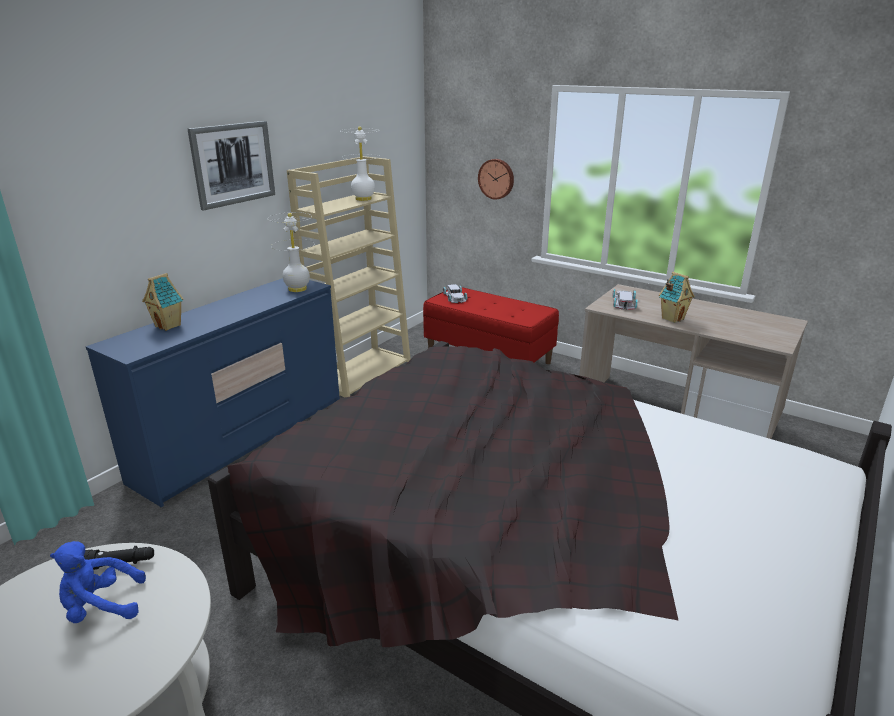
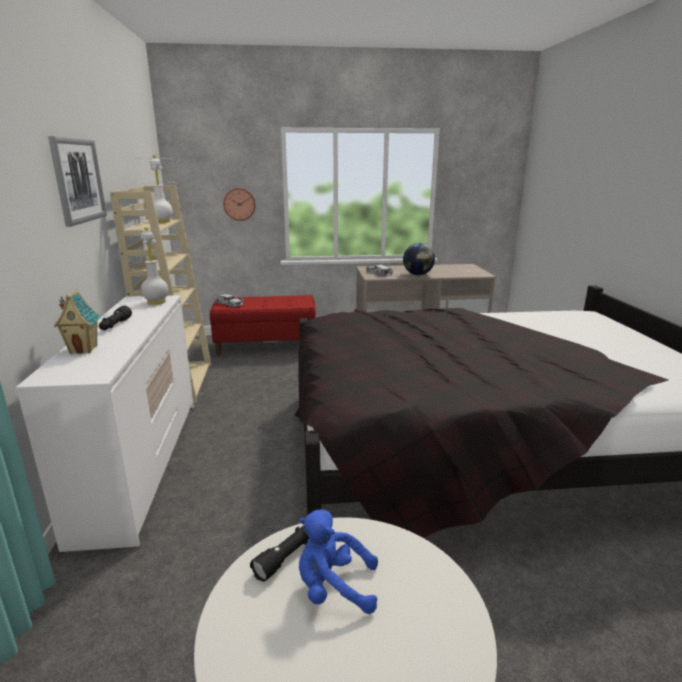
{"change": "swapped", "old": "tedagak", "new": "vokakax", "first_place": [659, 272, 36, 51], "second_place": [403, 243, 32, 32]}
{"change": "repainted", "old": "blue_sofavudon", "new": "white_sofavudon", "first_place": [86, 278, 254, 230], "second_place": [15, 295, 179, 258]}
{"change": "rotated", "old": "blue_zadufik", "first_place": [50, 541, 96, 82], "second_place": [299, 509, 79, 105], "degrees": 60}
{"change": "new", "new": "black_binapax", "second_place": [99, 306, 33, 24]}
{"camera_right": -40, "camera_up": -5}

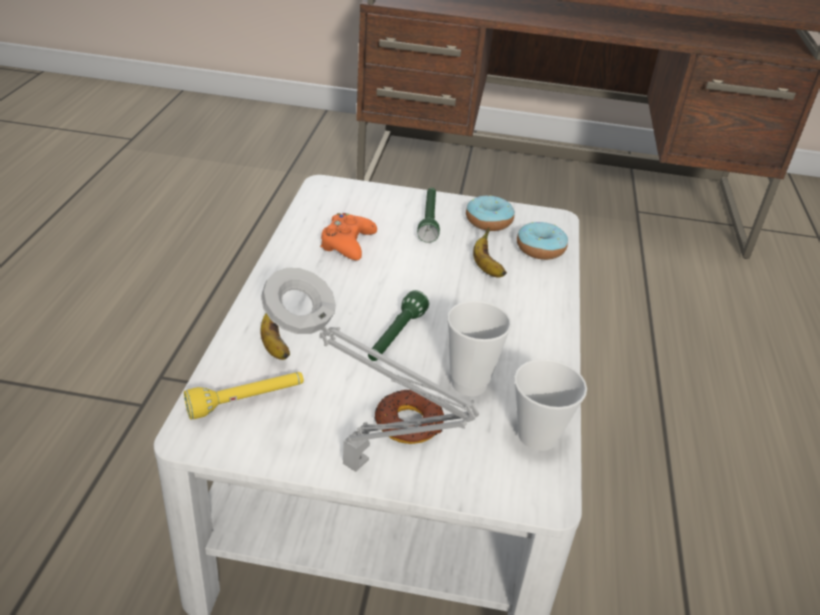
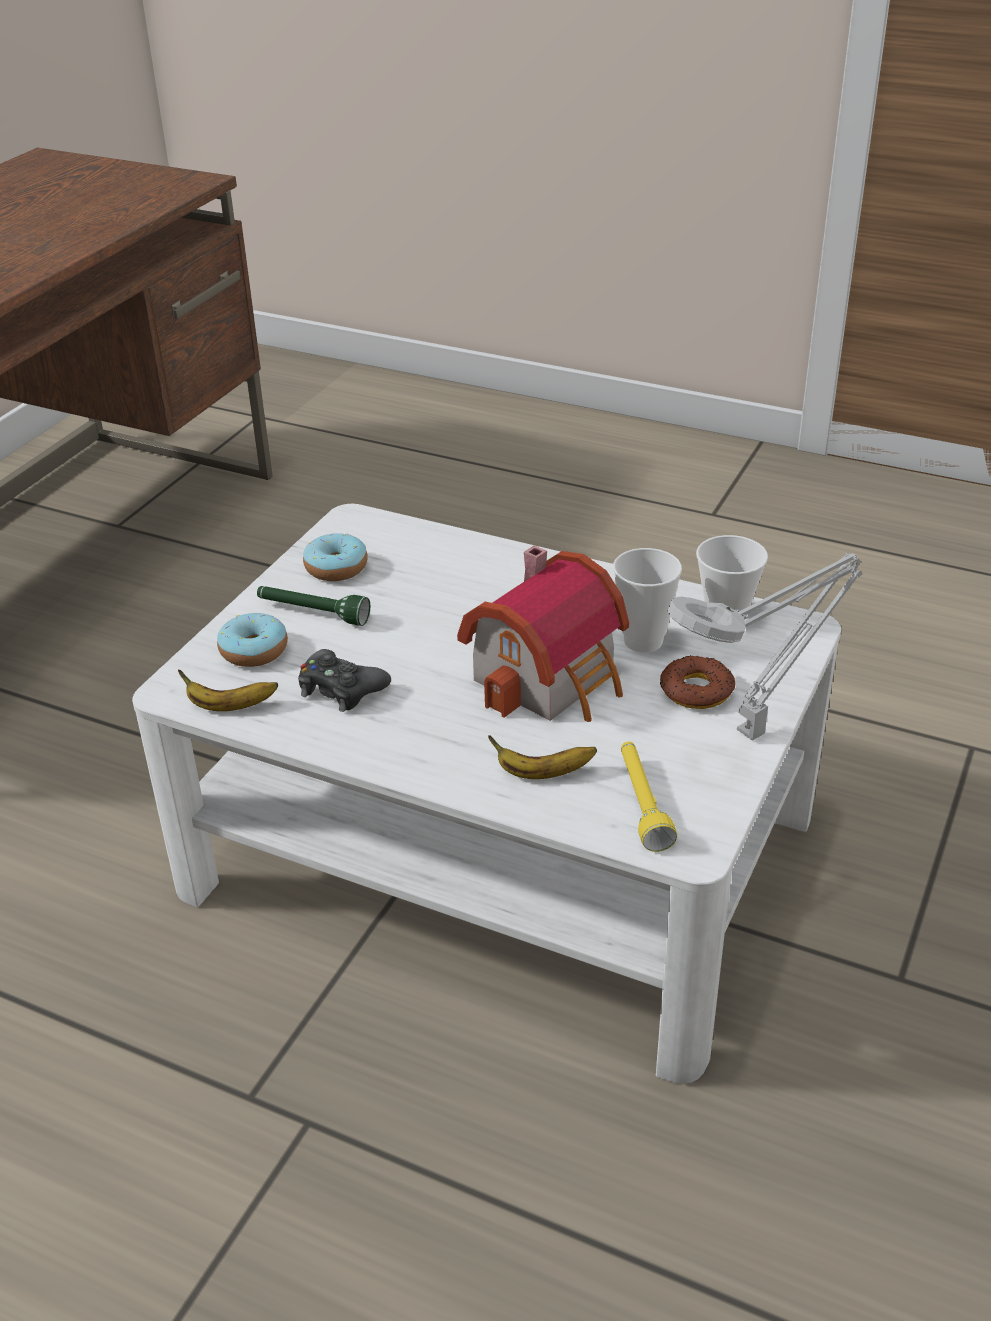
{"change": "repainted", "old": "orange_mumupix", "new": "black_mumupix", "first_place": [320, 213, 57, 47], "second_place": [298, 649, 93, 63]}
{"change": "shifted", "old": "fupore", "first_place": [517, 222, 51, 38], "second_place": [217, 613, 71, 54]}
{"change": "shifted", "old": "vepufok", "first_place": [473, 227, 34, 51], "second_place": [178, 670, 100, 41]}
{"change": "swapped", "old": "green_binapax", "new": "tedagak", "first_place": [368, 290, 61, 71], "second_place": [457, 545, 172, 177]}
{"camera_right": -70, "camera_up": 0}

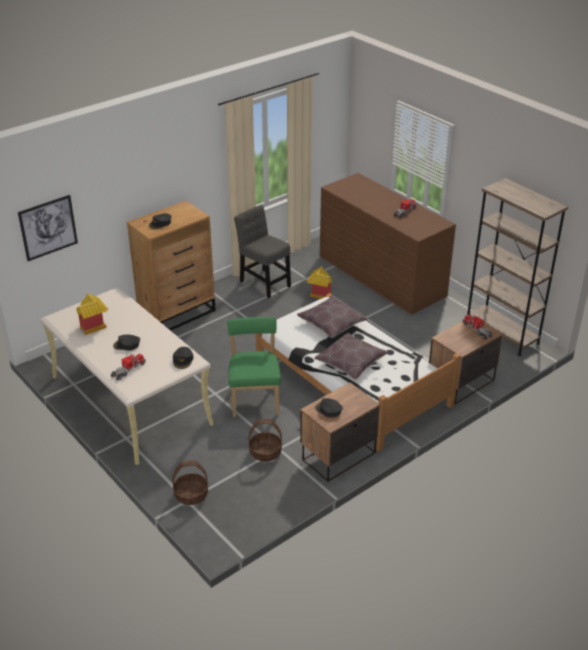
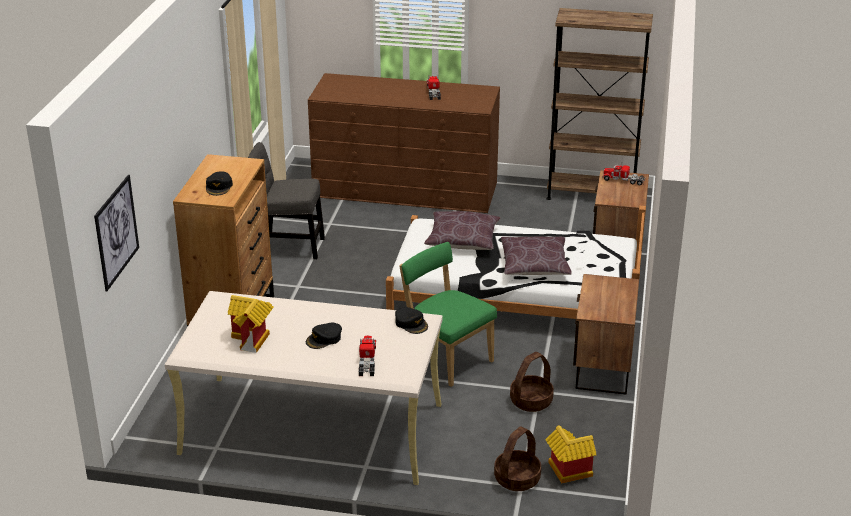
{"change": "shifted", "old": "tedagak", "first_place": [307, 266, 25, 33], "second_place": [545, 425, 51, 58]}
{"change": "gone", "old": "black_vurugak", "first_place": [315, 398, 28, 20]}
{"camera_right": -40, "camera_up": -5}

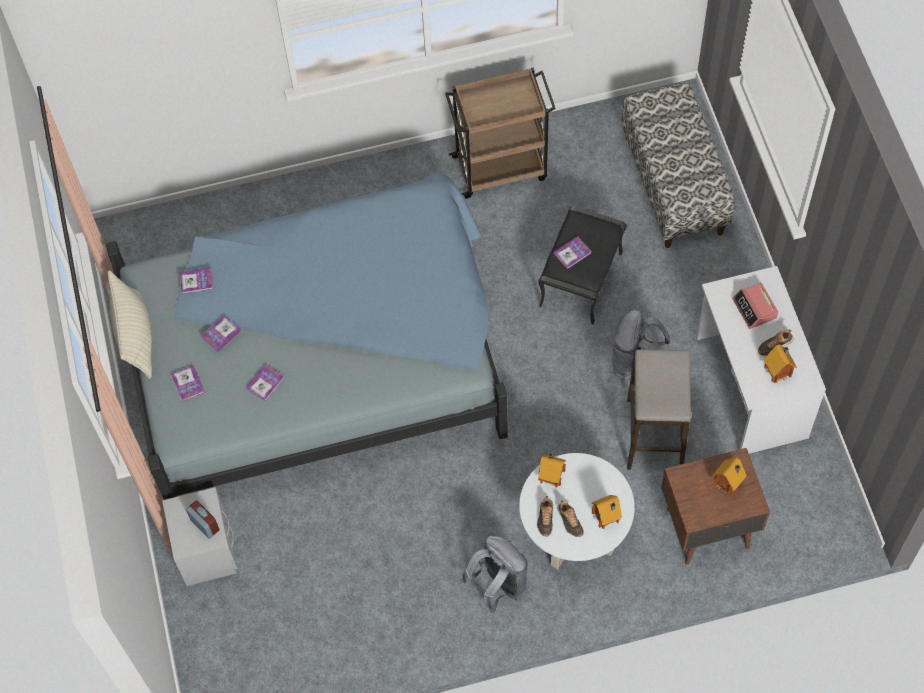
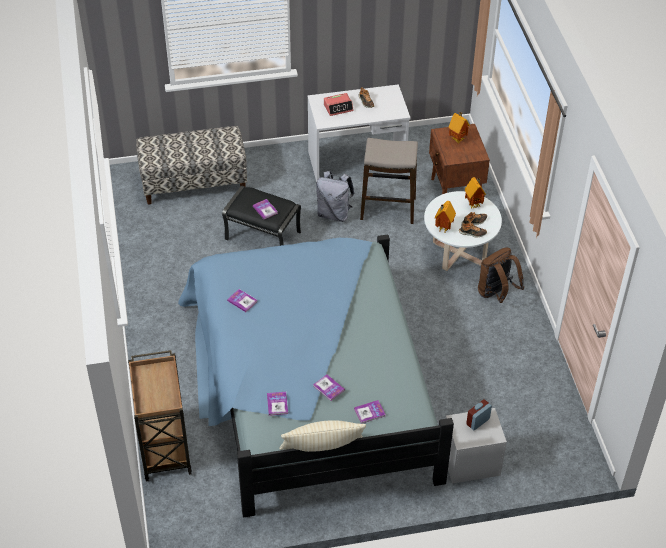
{"change": "shifted", "old": "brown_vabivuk", "first_place": [445, 67, 111, 132], "second_place": [128, 350, 64, 131]}
{"change": "gone", "old": "tedagak", "first_place": [764, 344, 33, 40]}
{"change": "shifted", "old": "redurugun", "first_place": [246, 364, 39, 37], "second_place": [227, 289, 30, 23]}
{"change": "repainted", "old": "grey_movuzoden", "new": "brown_movuzoden", "first_place": [461, 536, 67, 77], "second_place": [478, 248, 46, 55]}
{"camera_right": -90, "camera_up": -15}

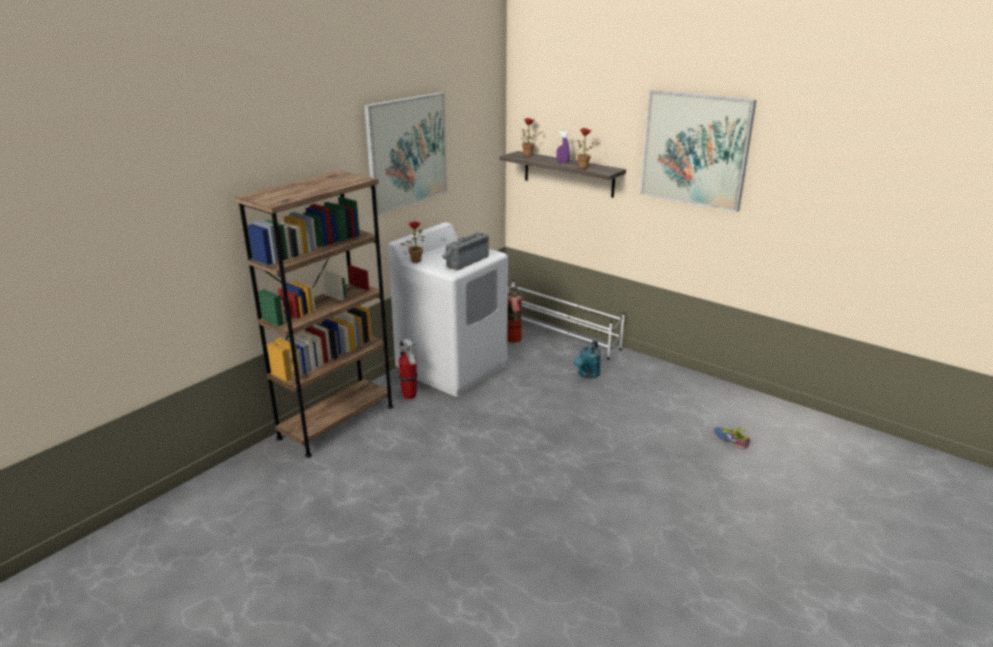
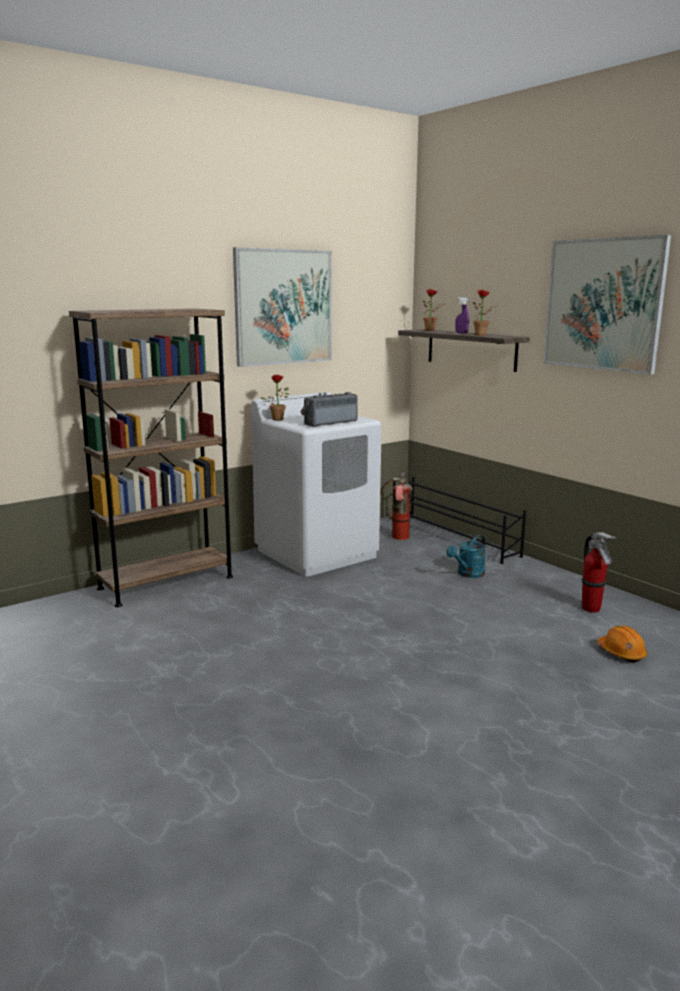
{"change": "repainted", "old": "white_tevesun", "new": "black_tevesun", "first_place": [508, 280, 117, 80], "second_place": [392, 476, 134, 88]}
{"change": "shifted", "old": "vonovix", "first_place": [398, 339, 20, 60], "second_place": [582, 532, 34, 80]}
{"change": "swapped", "old": "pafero", "new": "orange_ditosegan", "first_place": [714, 427, 36, 22], "second_place": [597, 626, 50, 36]}
{"camera_right": 15, "camera_up": -10}

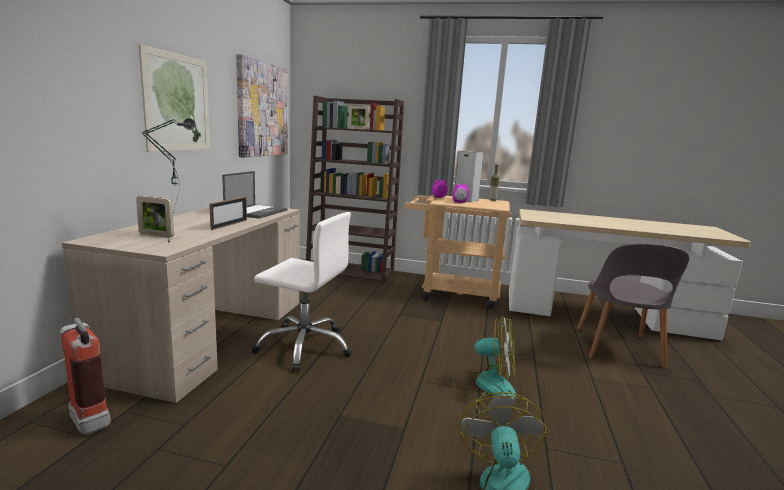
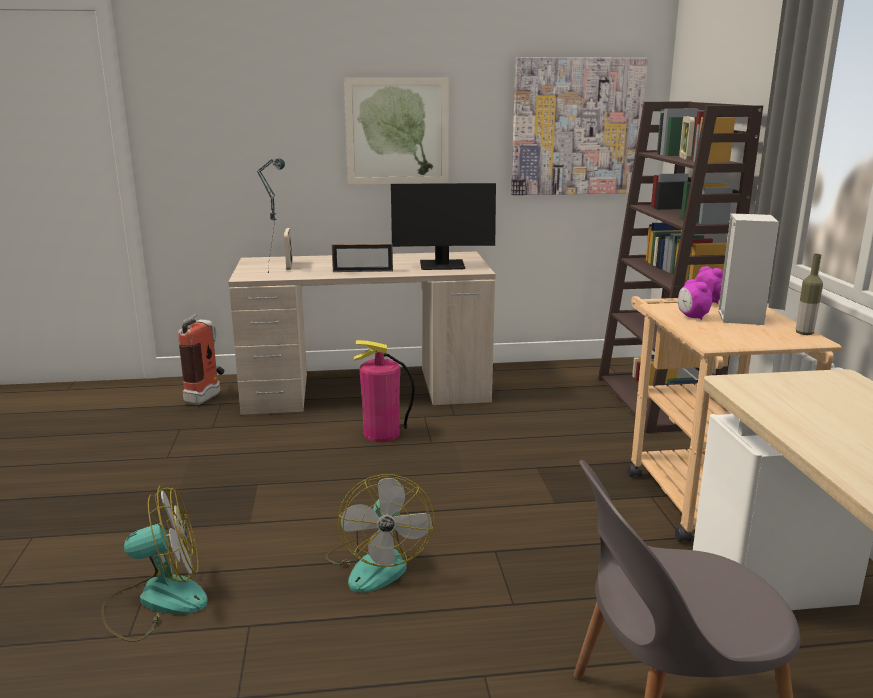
{"change": "swapped", "old": "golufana", "new": "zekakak", "first_place": [222, 171, 65, 47], "second_place": [391, 183, 105, 87]}
{"change": "swapped", "old": "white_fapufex", "new": "vonovix", "first_place": [252, 212, 100, 160], "second_place": [353, 340, 62, 102]}
{"camera_right": 70, "camera_up": 5}

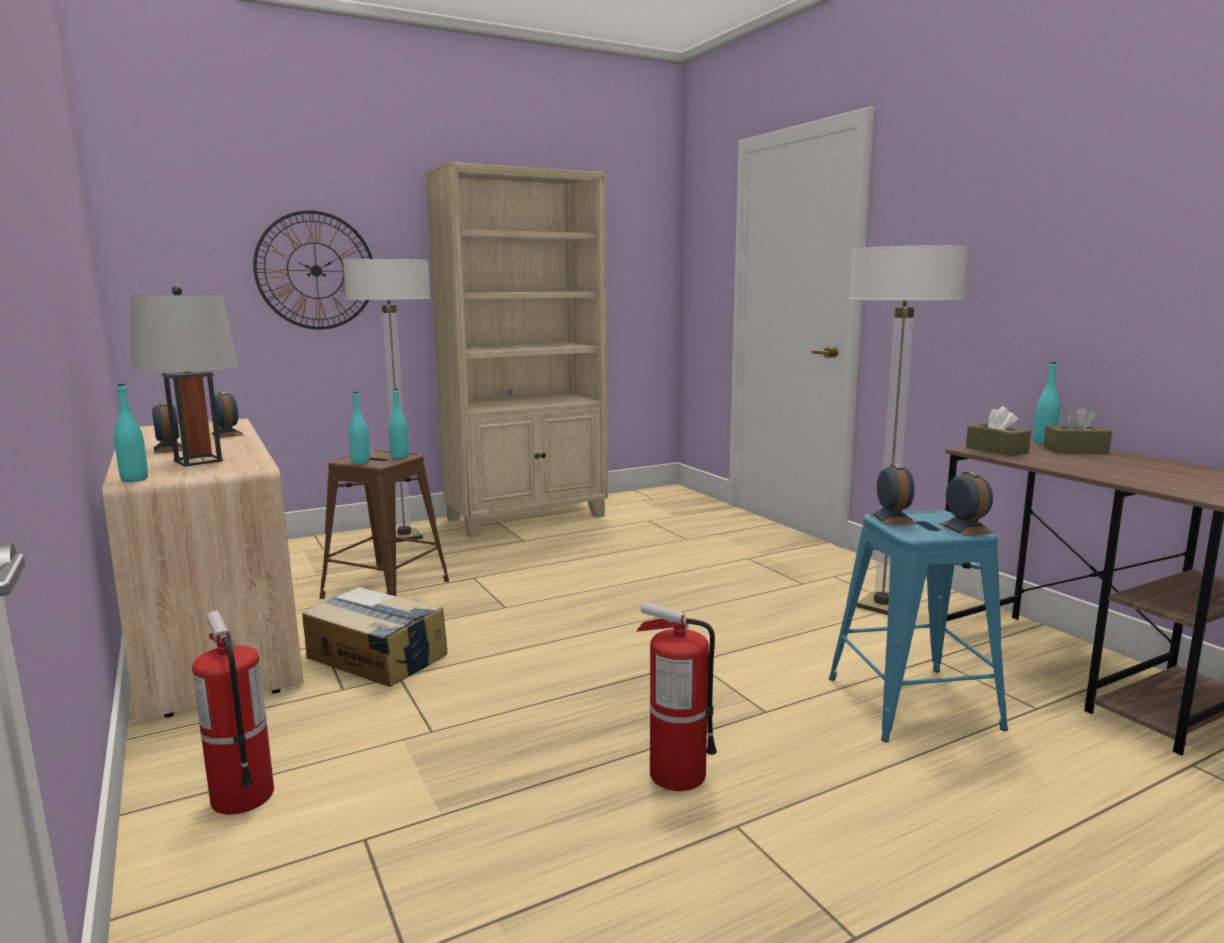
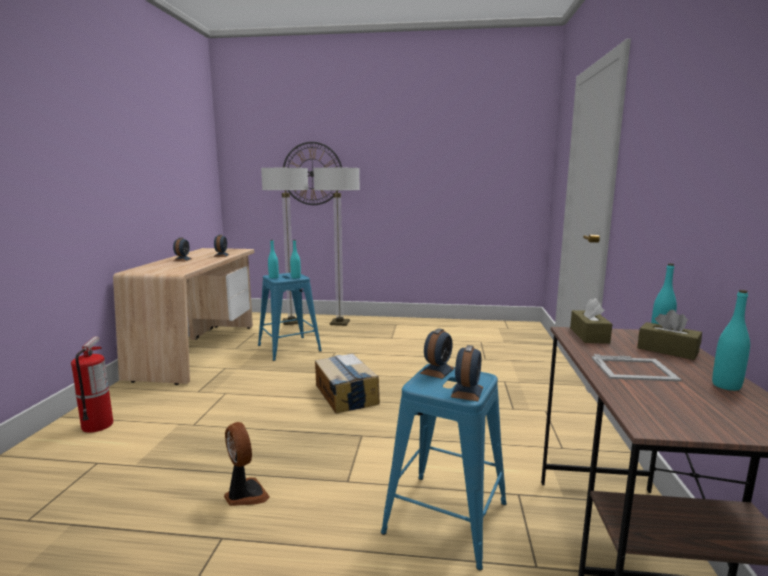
{"change": "gone", "old": "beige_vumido", "first_place": [425, 162, 183, 375]}
{"change": "shifted", "old": "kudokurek", "first_place": [849, 246, 119, 369], "second_place": [261, 167, 48, 158]}
{"change": "gone", "old": "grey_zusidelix", "first_place": [131, 286, 108, 181]}
{"change": "shifted", "old": "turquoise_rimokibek", "first_place": [114, 384, 34, 98], "second_place": [712, 290, 38, 101]}
{"change": "repainted", "old": "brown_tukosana", "new": "blue_tukosana", "first_place": [319, 450, 130, 149], "second_place": [258, 273, 64, 88]}
{"change": "shifted", "old": "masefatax", "first_place": [302, 587, 145, 100], "second_place": [315, 353, 65, 61]}
{"change": "swapped", "old": "vonovix", "new": "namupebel", "first_place": [636, 602, 81, 189], "second_place": [224, 422, 46, 84]}
{"change": "new", "new": "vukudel", "second_place": [592, 354, 89, 28]}
{"camera_right": 35, "camera_up": 0}

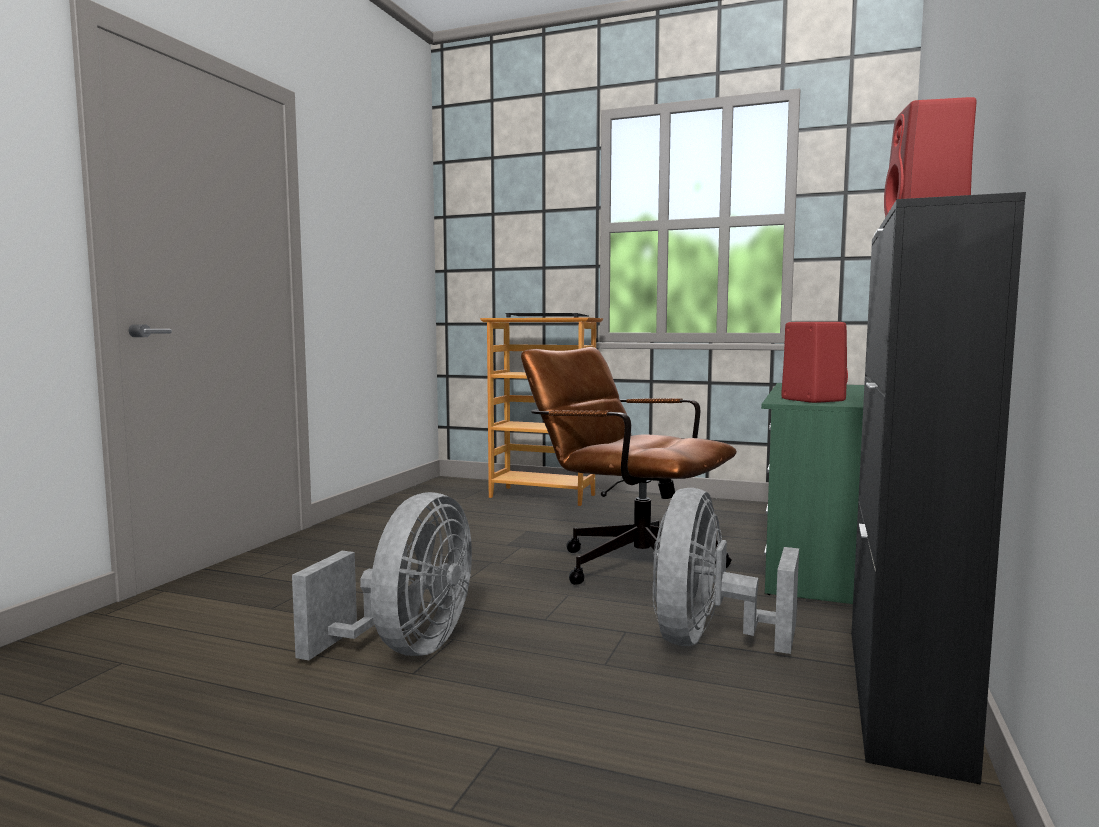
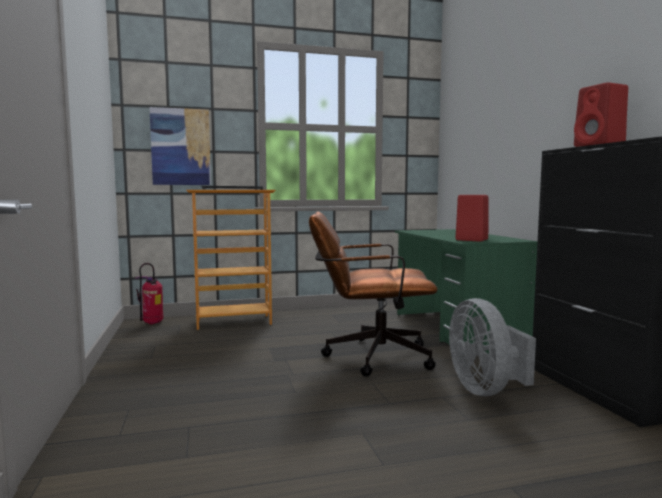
{"change": "gone", "old": "grey_namupebel", "first_place": [292, 492, 180, 168]}
{"change": "new", "new": "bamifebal", "second_place": [149, 107, 62, 78]}
{"change": "new", "new": "vonovix", "second_place": [135, 263, 28, 62]}
{"camera_right": -35, "camera_up": 0}

